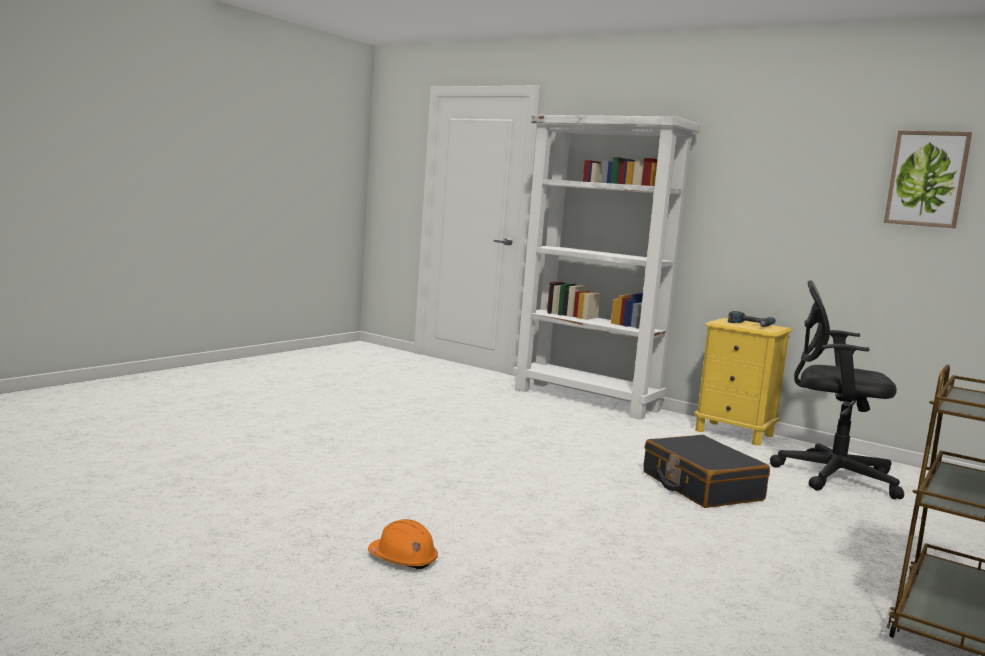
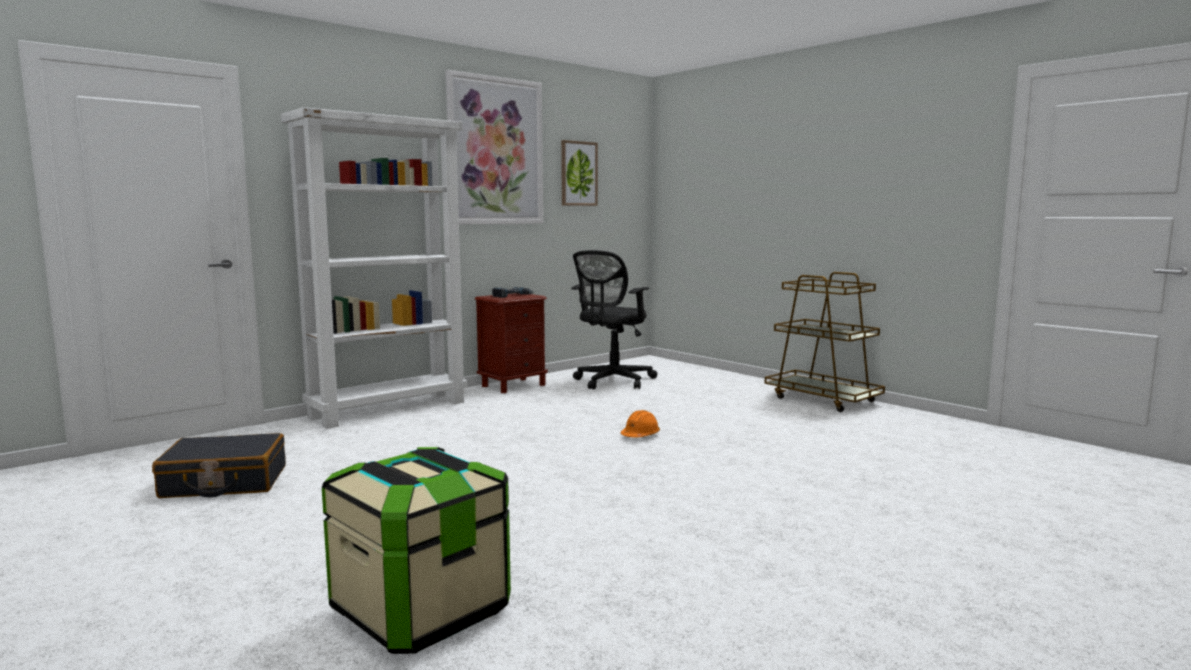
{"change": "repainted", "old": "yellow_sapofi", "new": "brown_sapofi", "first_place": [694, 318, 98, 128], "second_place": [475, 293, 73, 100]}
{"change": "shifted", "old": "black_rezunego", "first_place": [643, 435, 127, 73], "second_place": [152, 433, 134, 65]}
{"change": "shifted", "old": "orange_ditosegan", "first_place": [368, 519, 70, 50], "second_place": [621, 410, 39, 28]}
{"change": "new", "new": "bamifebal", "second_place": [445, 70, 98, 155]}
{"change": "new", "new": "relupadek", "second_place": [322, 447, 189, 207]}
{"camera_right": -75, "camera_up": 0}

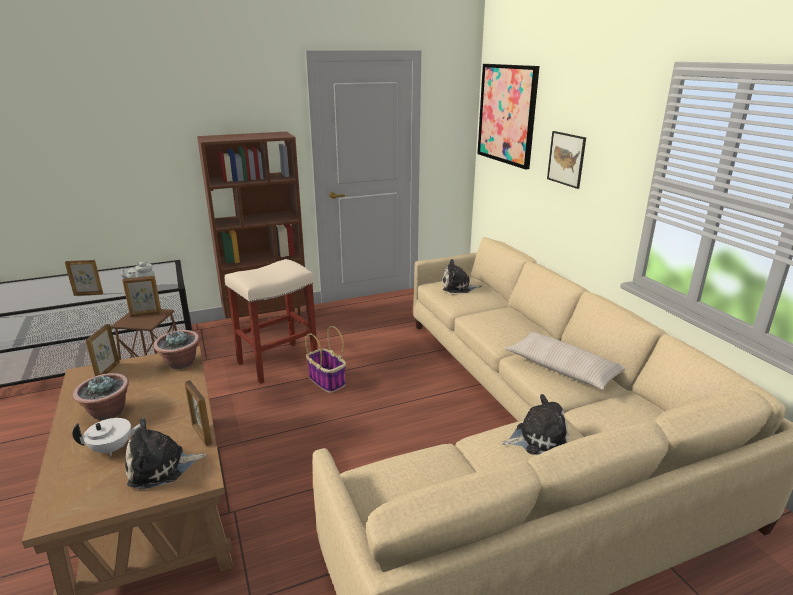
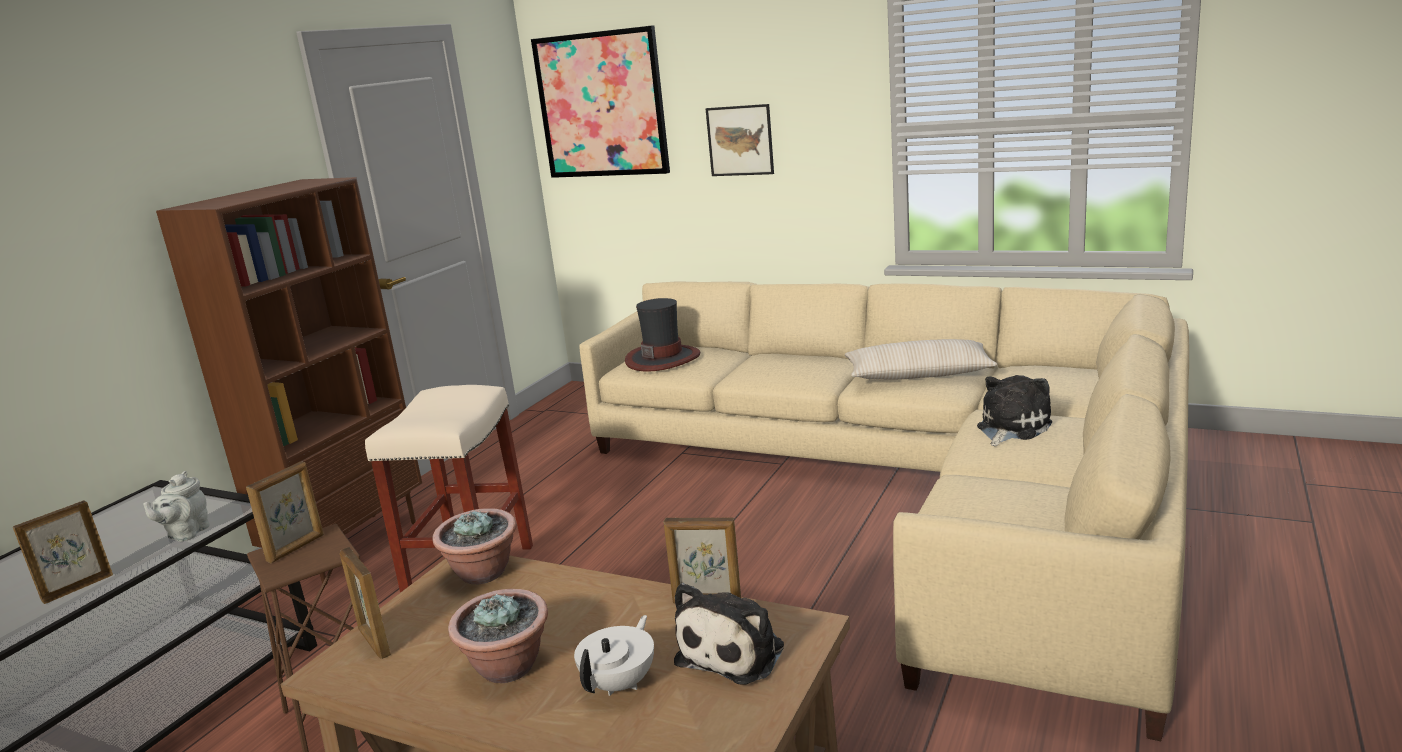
{"change": "swapped", "old": "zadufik", "new": "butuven", "first_place": [442, 259, 40, 34], "second_place": [625, 298, 75, 74]}
{"change": "gone", "old": "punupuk", "first_place": [305, 326, 41, 67]}
{"camera_right": -40, "camera_up": -5}

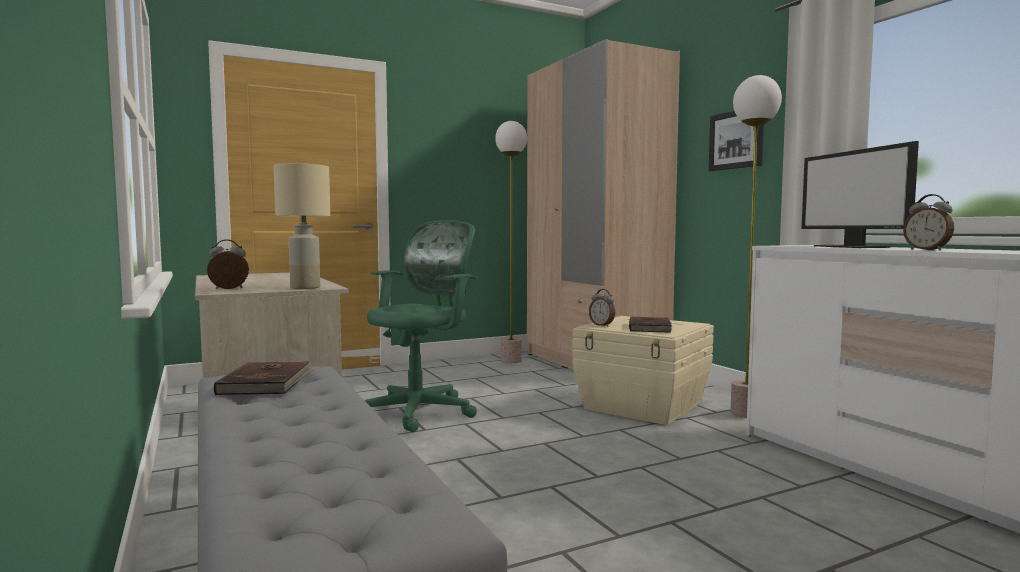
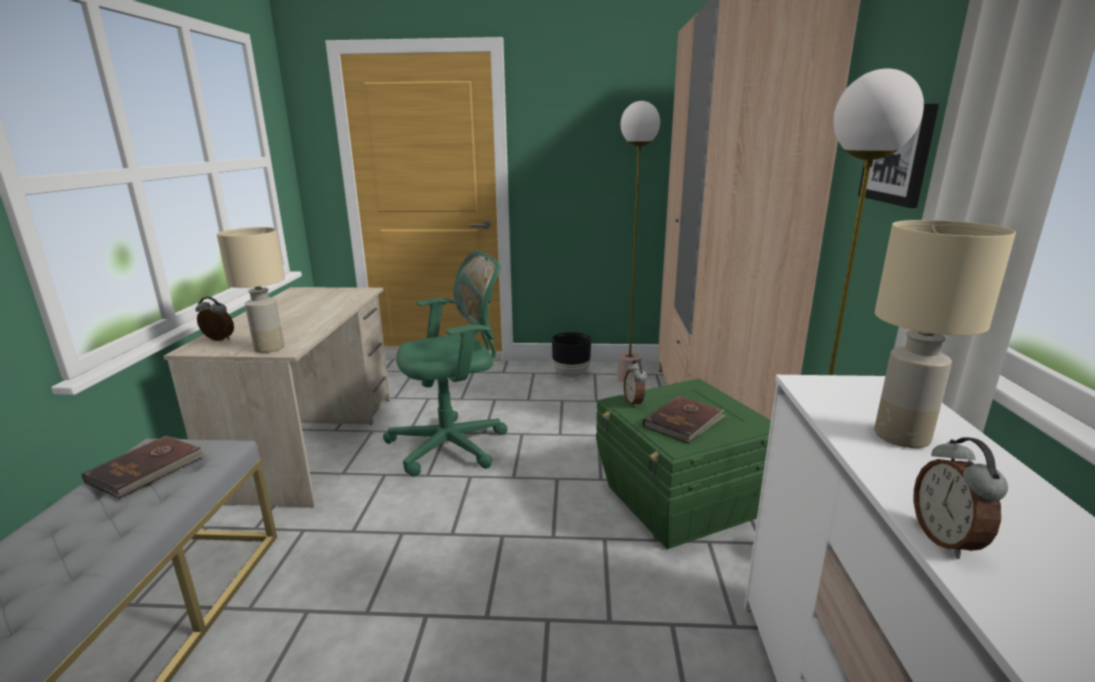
{"change": "swapped", "old": "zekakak", "new": "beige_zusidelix", "first_place": [801, 141, 118, 107], "second_place": [874, 220, 142, 228]}
{"change": "repainted", "old": "beige_relupadek", "new": "green_relupadek", "first_place": [572, 316, 142, 109], "second_place": [596, 378, 175, 171]}
{"change": "new", "new": "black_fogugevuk", "second_place": [552, 332, 39, 46]}
{"camera_right": 30, "camera_up": 15}

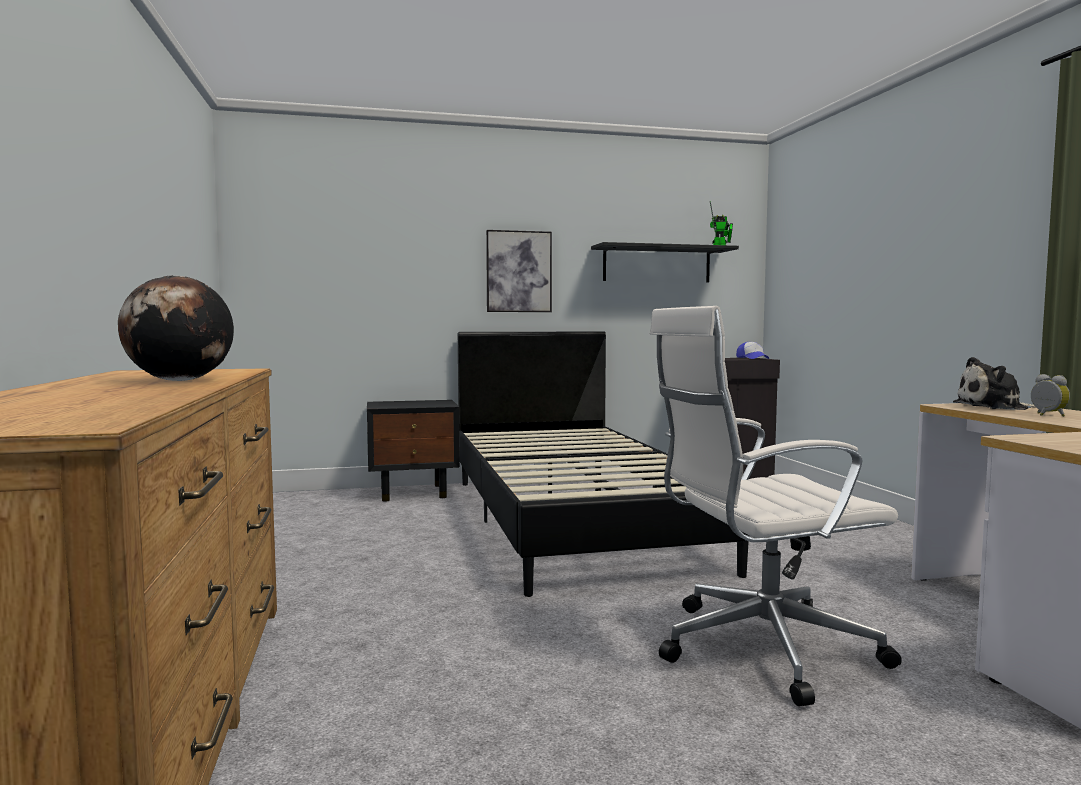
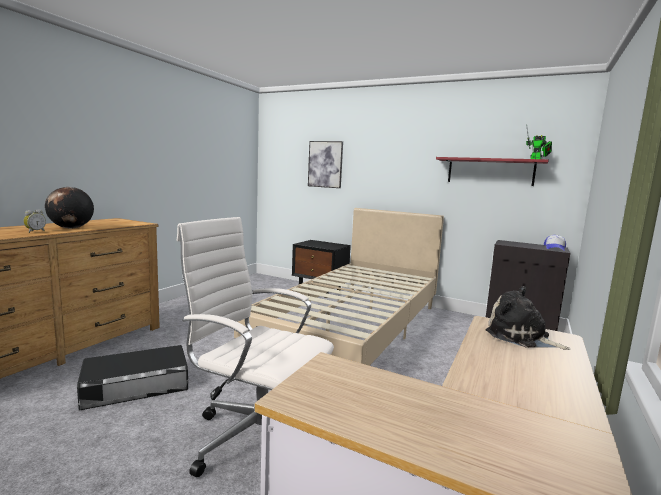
{"change": "shifted", "old": "bamifebal", "first_place": [486, 230, 66, 82], "second_place": [308, 141, 35, 47]}
{"change": "repainted", "old": "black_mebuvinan", "new": "red_mebuvinan", "first_place": [591, 242, 148, 40], "second_place": [436, 157, 113, 29]}
{"change": "repainted", "old": "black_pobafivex", "new": "beige_pobafivex", "first_place": [458, 332, 291, 265], "second_place": [234, 208, 210, 158]}
{"change": "shifted", "old": "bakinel", "first_place": [1031, 374, 39, 43], "second_place": [24, 209, 22, 24]}
{"change": "new", "new": "black_relupadek", "second_place": [77, 345, 111, 65]}
{"camera_right": 40, "camera_up": 5}

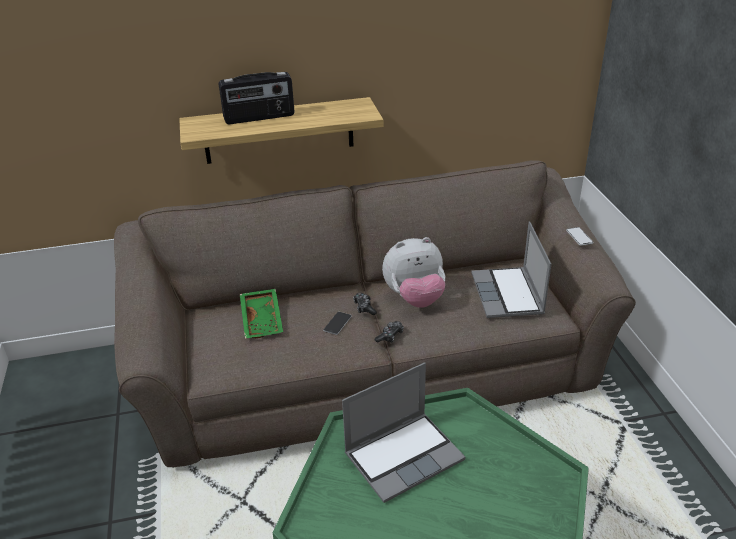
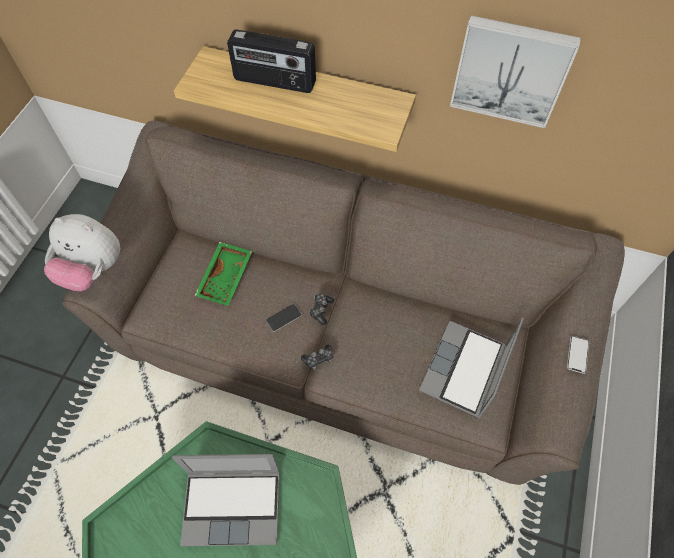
{"change": "shifted", "old": "zadufik", "first_place": [382, 237, 63, 71], "second_place": [44, 214, 76, 77]}
{"change": "new", "new": "bamifebal", "second_place": [450, 16, 131, 112]}
{"camera_right": 30, "camera_up": 25}

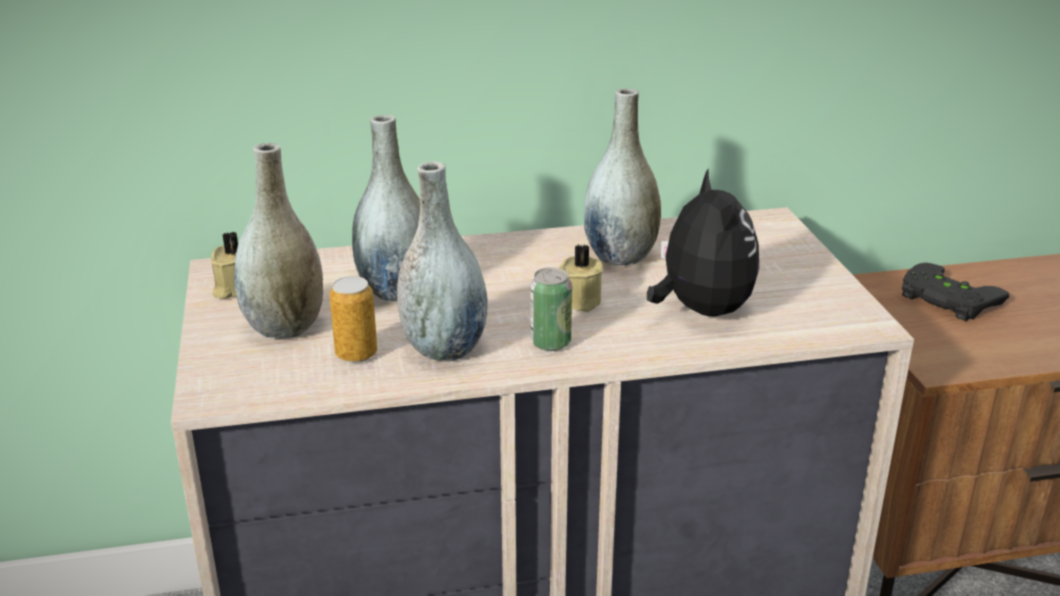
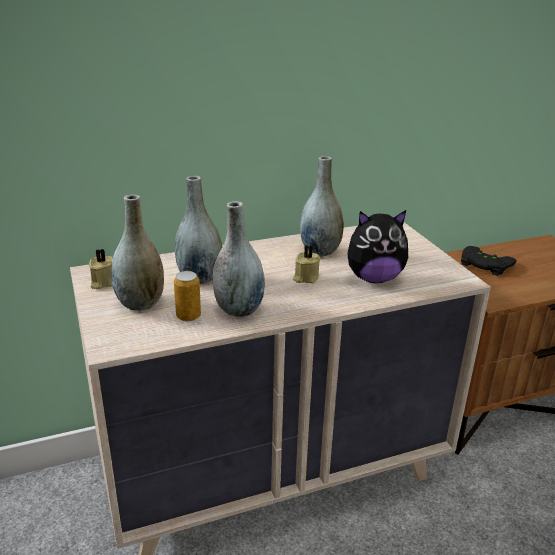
{"change": "rotated", "old": "zadufik", "first_place": [647, 169, 112, 147], "second_place": [348, 210, 60, 73], "degrees": 105}
{"change": "gone", "old": "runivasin", "first_place": [530, 267, 42, 84]}
{"camera_right": -10, "camera_up": 0}

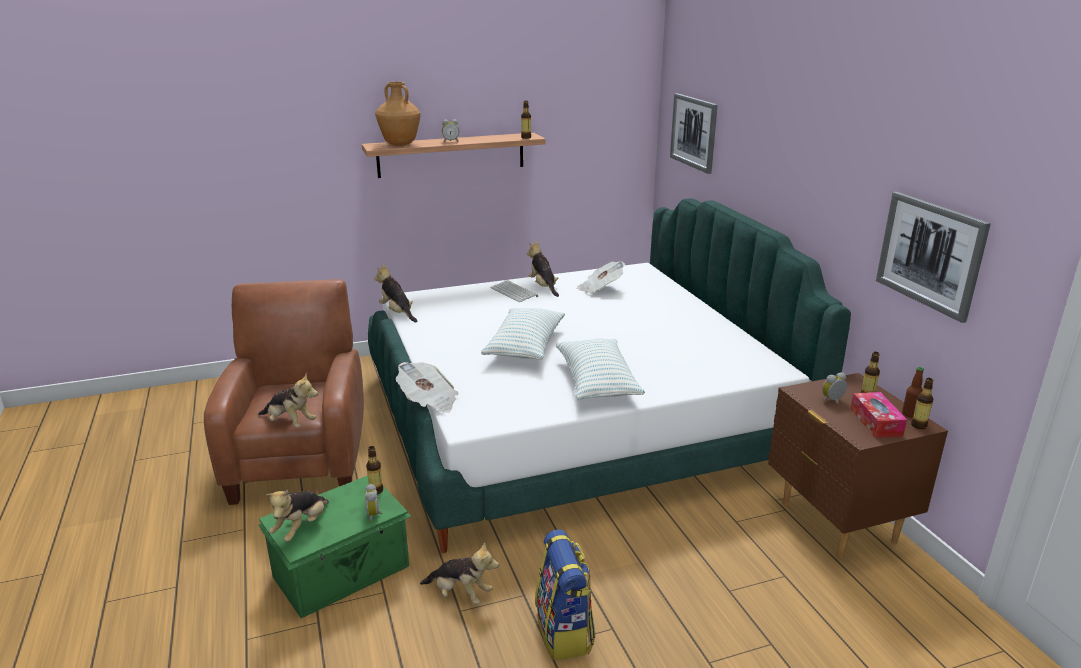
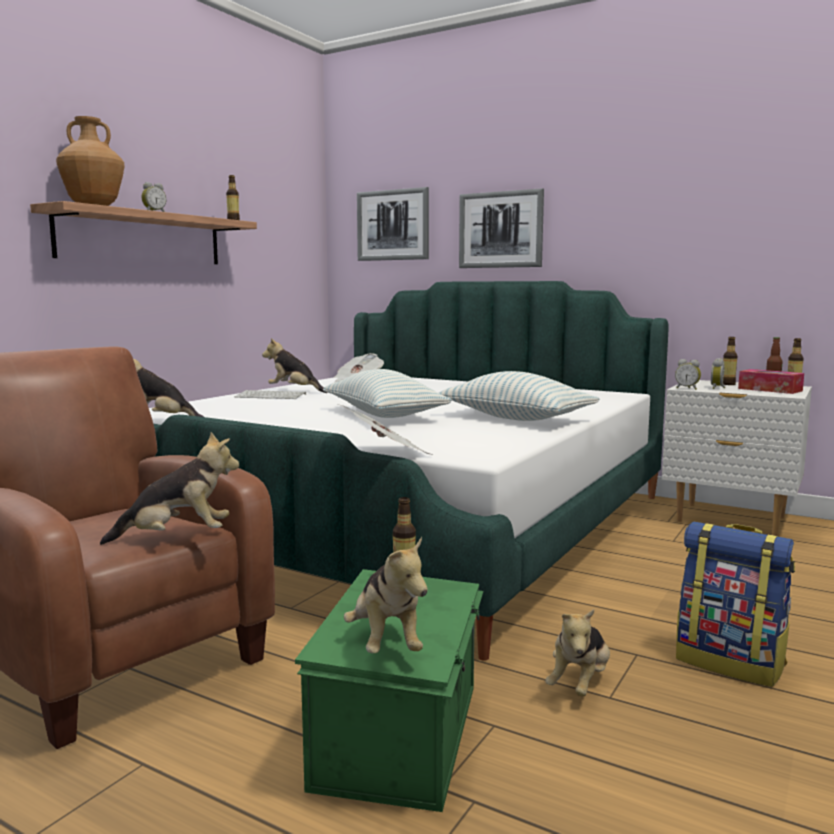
{"change": "shifted", "old": "bamifebal", "first_place": [876, 192, 115, 131], "second_place": [459, 188, 85, 80]}
{"change": "repainted", "old": "brown_sapofi", "new": "white_sapofi", "first_place": [768, 373, 180, 186], "second_place": [662, 380, 150, 156]}
{"change": "shifted", "old": "bakinel", "first_place": [365, 484, 17, 38], "second_place": [675, 359, 26, 31]}
{"change": "rotated", "old": "zadufik", "first_place": [420, 541, 79, 63], "second_place": [545, 609, 65, 87], "degrees": 135}
{"camera_right": -40, "camera_up": -15}

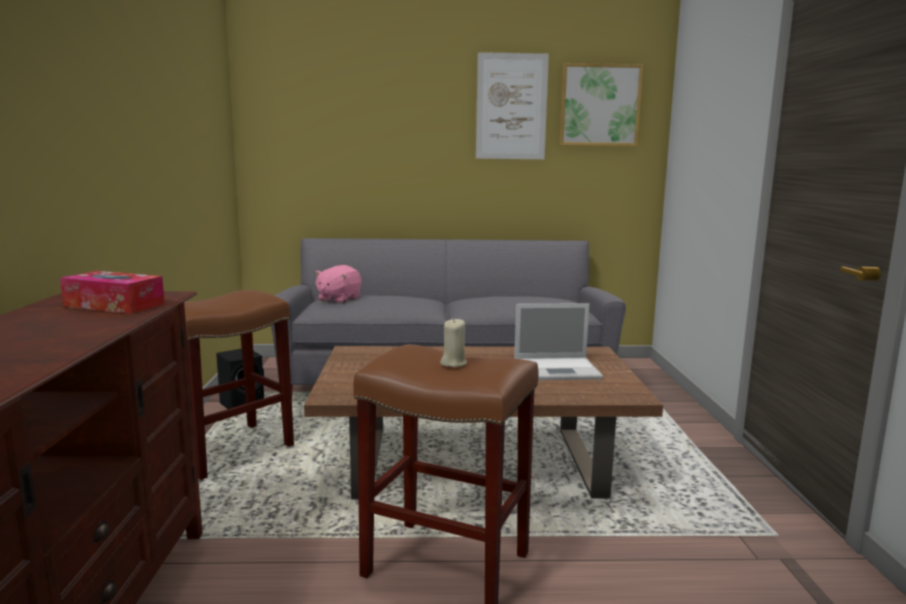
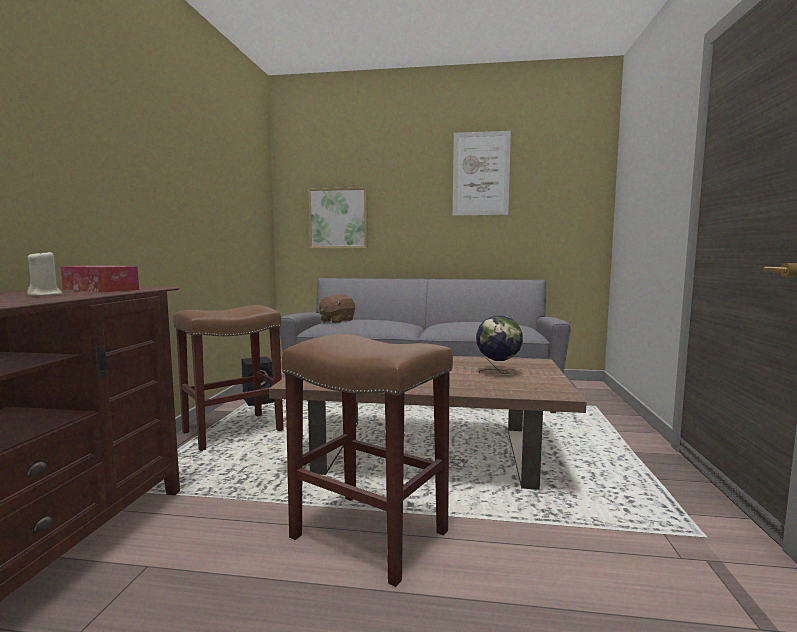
{"change": "shifted", "old": "bamifebal", "first_place": [559, 63, 84, 83], "second_place": [308, 187, 60, 61]}
{"change": "repainted", "old": "pink_zadufik", "new": "brown_zadufik", "first_place": [314, 265, 47, 38], "second_place": [318, 294, 37, 29]}
{"change": "swapped", "old": "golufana", "new": "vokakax", "first_place": [514, 303, 89, 77], "second_place": [476, 315, 47, 59]}
{"change": "shifted", "old": "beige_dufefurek", "first_place": [440, 318, 27, 49], "second_place": [27, 250, 35, 46]}
{"camera_right": 10, "camera_up": -5}

